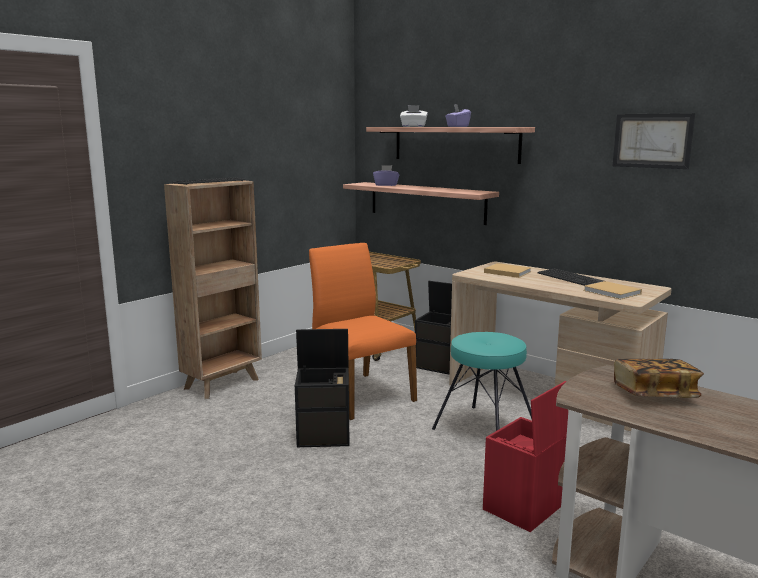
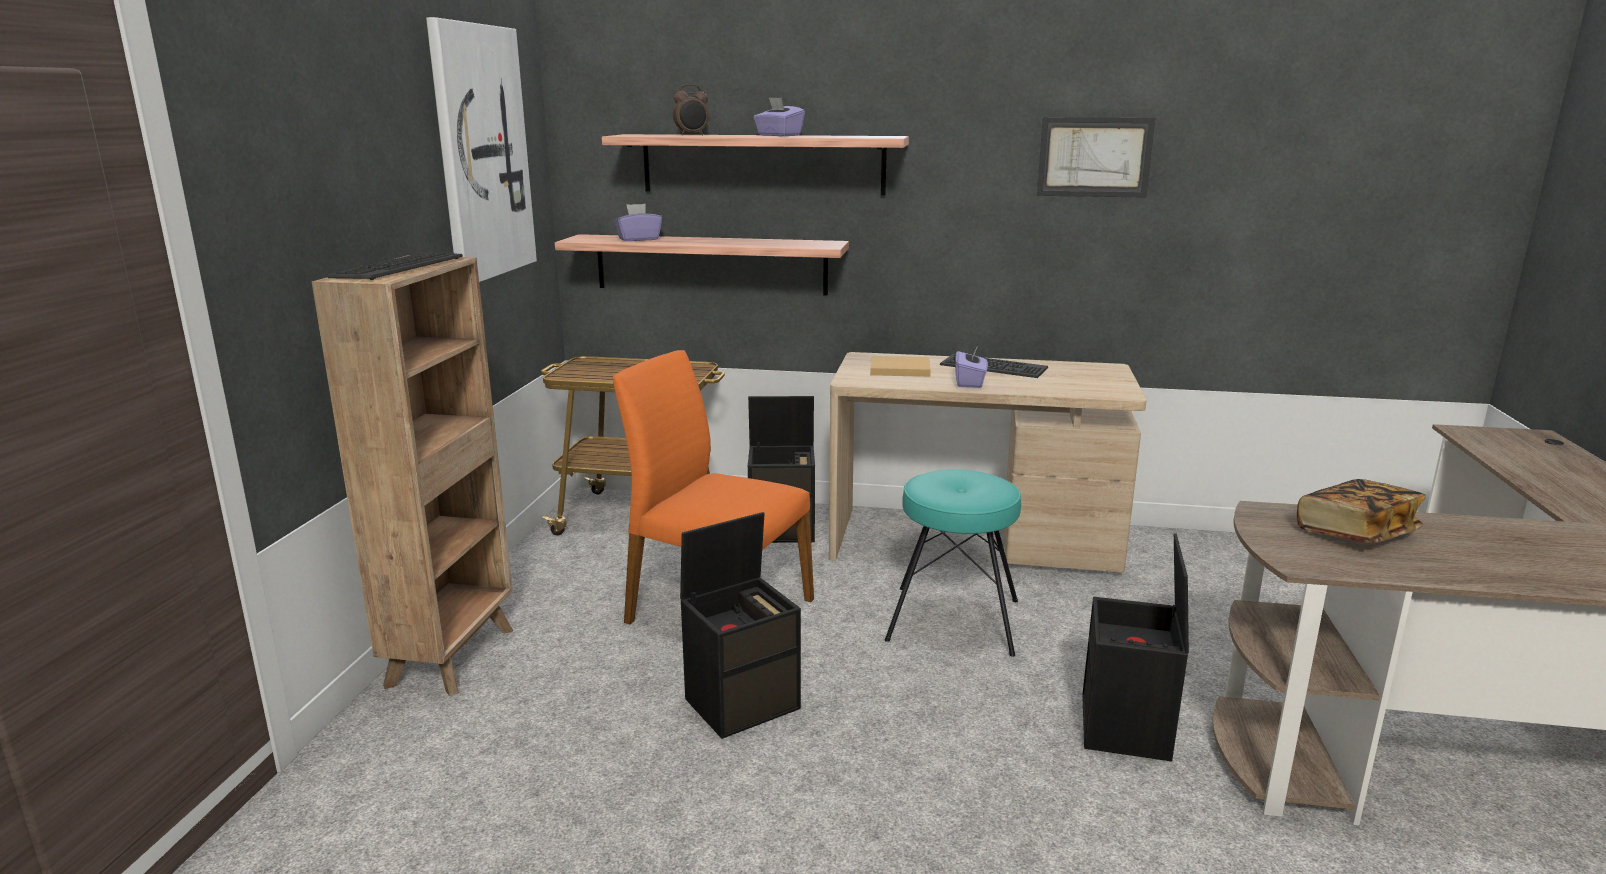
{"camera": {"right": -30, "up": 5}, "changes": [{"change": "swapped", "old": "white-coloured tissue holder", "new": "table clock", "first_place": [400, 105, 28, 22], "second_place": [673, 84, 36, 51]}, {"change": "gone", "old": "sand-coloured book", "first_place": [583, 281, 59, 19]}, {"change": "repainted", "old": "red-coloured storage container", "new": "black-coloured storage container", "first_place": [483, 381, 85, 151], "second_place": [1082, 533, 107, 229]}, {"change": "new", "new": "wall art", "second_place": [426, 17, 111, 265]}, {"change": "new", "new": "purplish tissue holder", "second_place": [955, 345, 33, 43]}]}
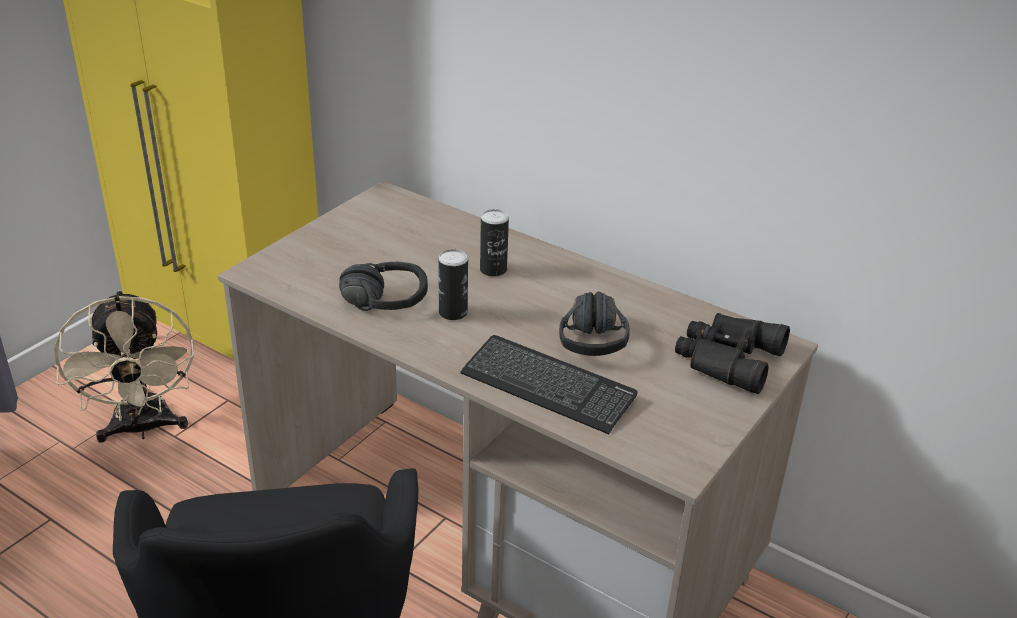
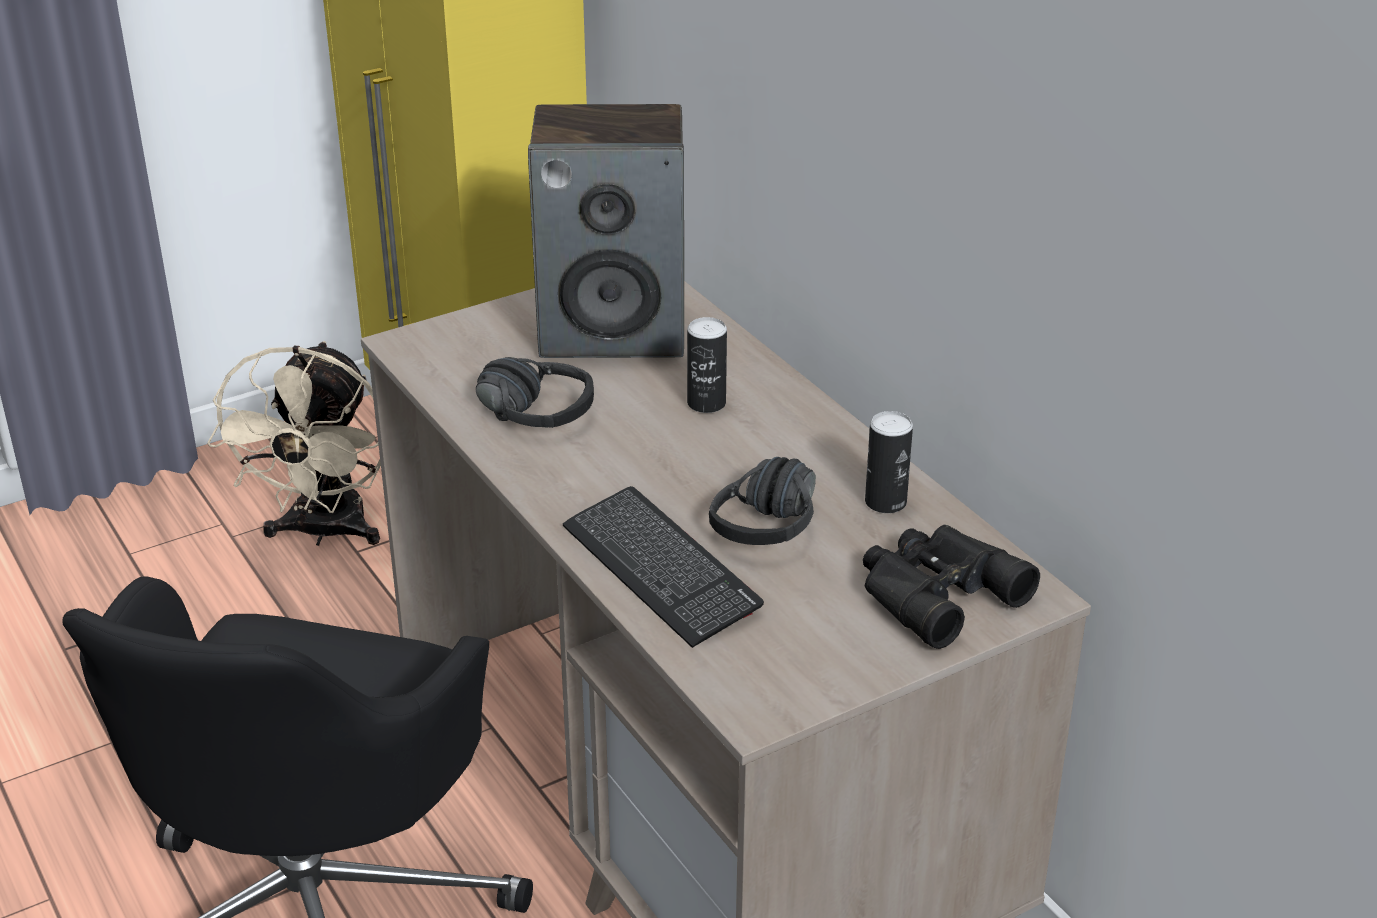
{"camera": {"right": 25, "up": 0}, "changes": [{"change": "shifted", "old": "sealed can", "first_place": [438, 249, 30, 71], "second_place": [865, 411, 48, 102]}, {"change": "new", "new": "loudspeaker", "second_place": [528, 104, 156, 254]}]}
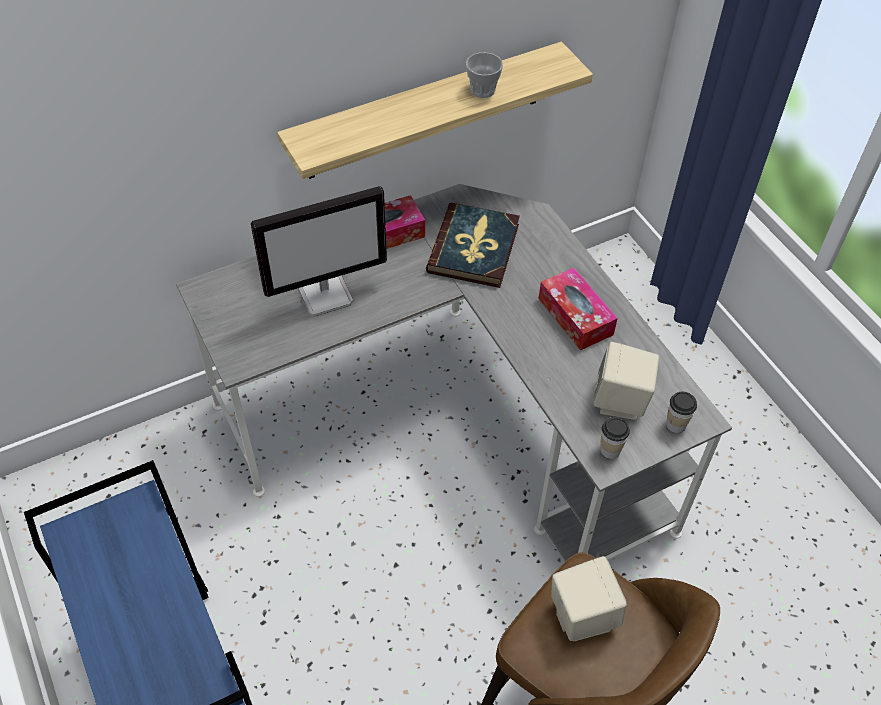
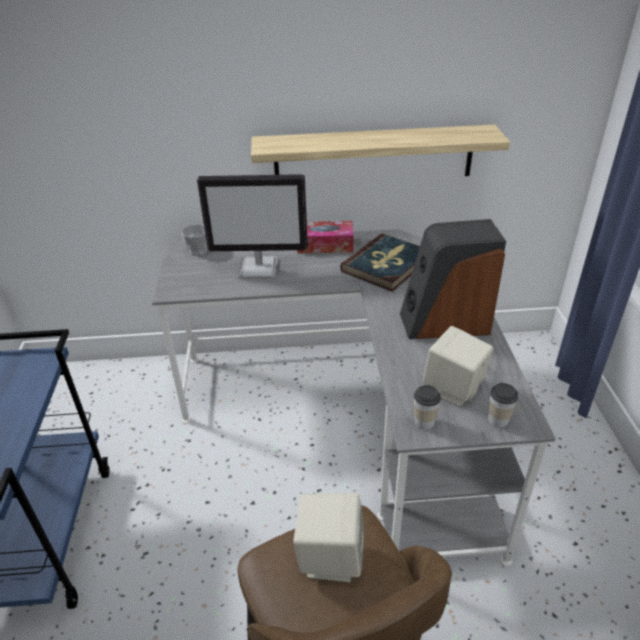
{"camera": {"right": 25, "up": -15}, "changes": [{"change": "shifted", "old": "drinking cup", "first_place": [466, 52, 37, 46], "second_place": [181, 224, 26, 32]}, {"change": "swapped", "old": "tissue holder", "new": "loudspeaker", "first_place": [539, 268, 79, 82], "second_place": [400, 219, 106, 120]}]}
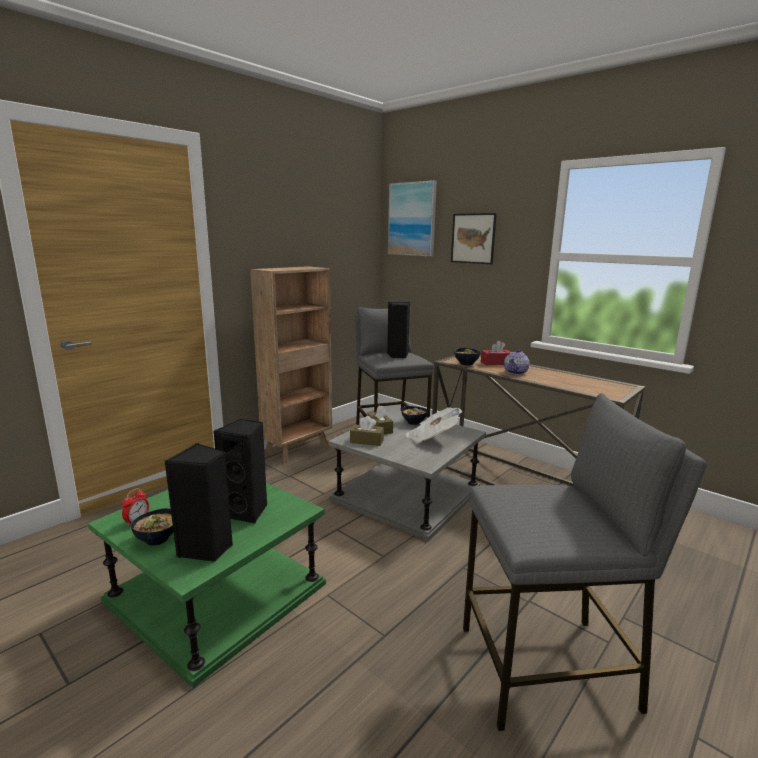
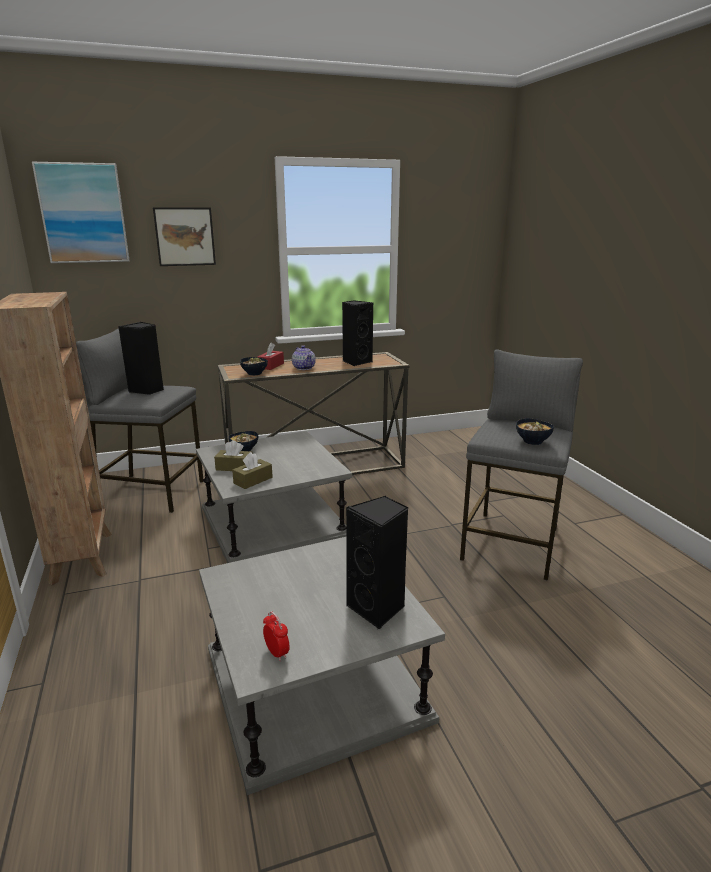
{"camera": {"right": -60, "up": 5}, "changes": [{"change": "gone", "old": "printed paper", "first_place": [406, 407, 56, 36]}, {"change": "shifted", "old": "black-coloured loudspeaker", "first_place": [214, 419, 54, 105], "second_place": [342, 300, 31, 66]}, {"change": "repainted", "old": "green-coloured side table", "new": "gray side table", "first_place": [88, 482, 238, 206], "second_place": [199, 537, 246, 258]}, {"change": "shifted", "old": "bowl", "first_place": [131, 508, 42, 38], "second_place": [516, 418, 38, 27]}]}
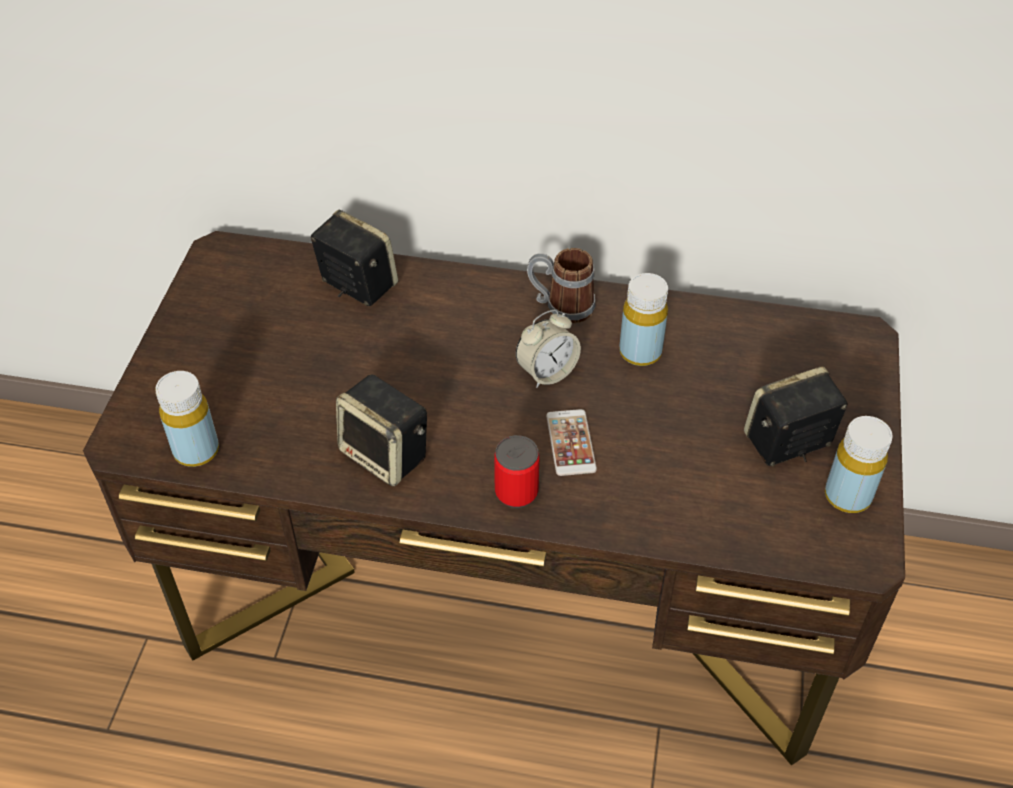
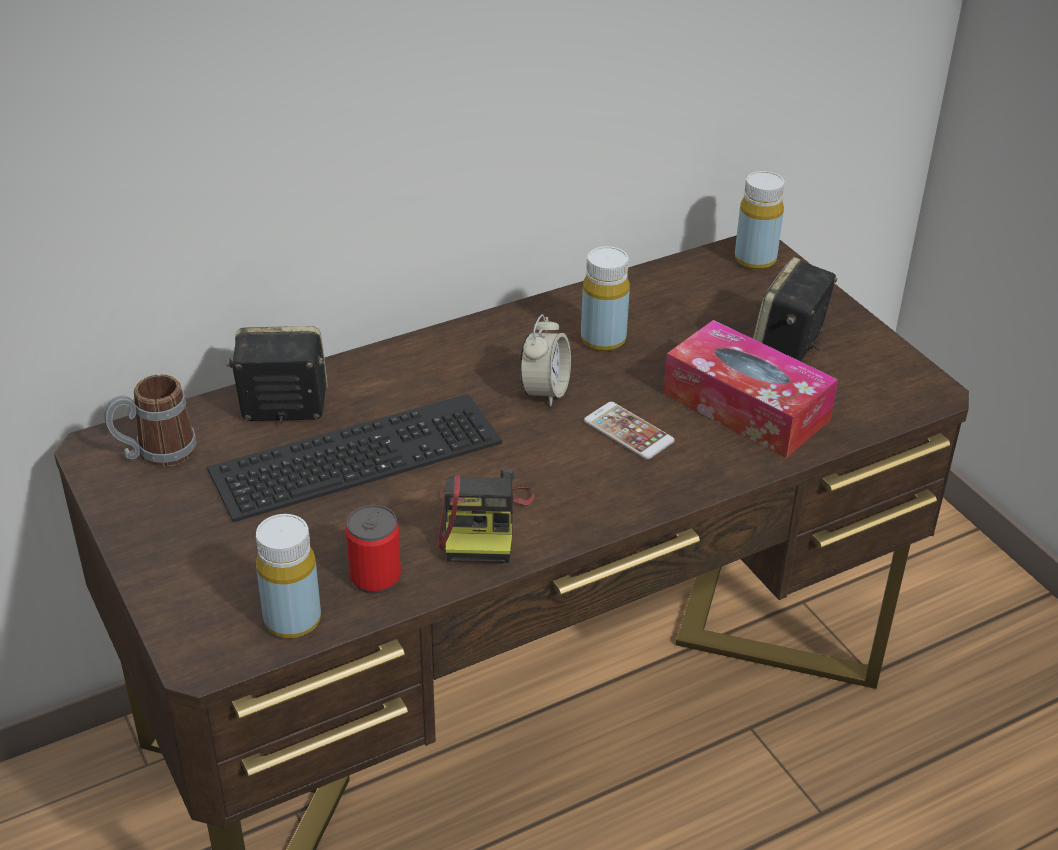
{"camera": {"right": -40, "up": -10}, "changes": [{"change": "shifted", "old": "tea mug", "first_place": [527, 248, 68, 75], "second_place": [104, 374, 93, 93]}, {"change": "swapped", "old": "loudspeaker", "new": "still camera", "first_place": [336, 374, 91, 112], "second_place": [438, 468, 97, 95]}, {"change": "shifted", "old": "yellow-coloured bottle", "first_place": [825, 416, 67, 97], "second_place": [735, 171, 50, 99]}, {"change": "shifted", "old": "sealed can", "first_place": [494, 435, 45, 73], "second_place": [346, 505, 55, 89]}, {"change": "new", "new": "tissue holder", "second_place": [663, 320, 175, 138]}, {"change": "new", "new": "computer keyboard", "second_place": [207, 394, 295, 128]}]}
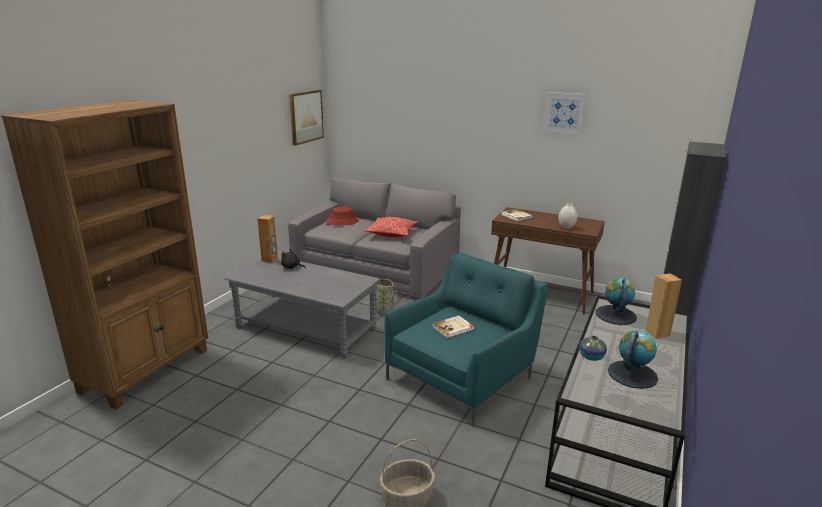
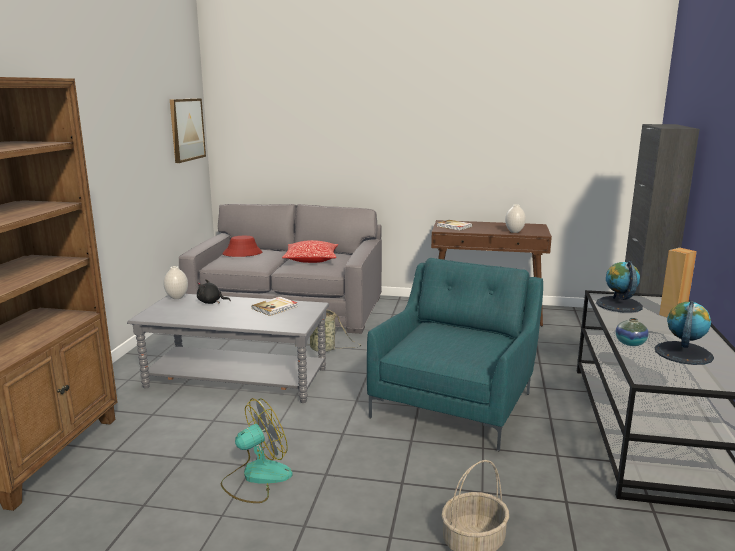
{"camera": {"right": -15, "up": -5}, "changes": [{"change": "gone", "old": "wall art", "first_place": [543, 92, 44, 43]}, {"change": "swapped", "old": "brown loudspeaker", "new": "white-coloured decorative vase", "first_place": [258, 215, 20, 48], "second_place": [163, 266, 25, 33]}, {"change": "shifted", "old": "book", "first_place": [432, 315, 42, 23], "second_place": [252, 297, 46, 19]}, {"change": "new", "new": "fan", "second_place": [221, 398, 72, 105]}]}
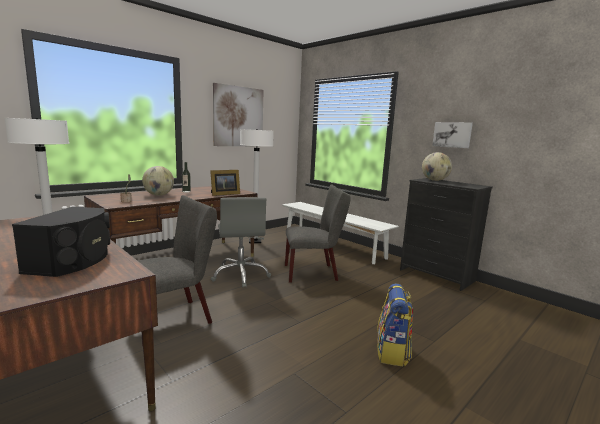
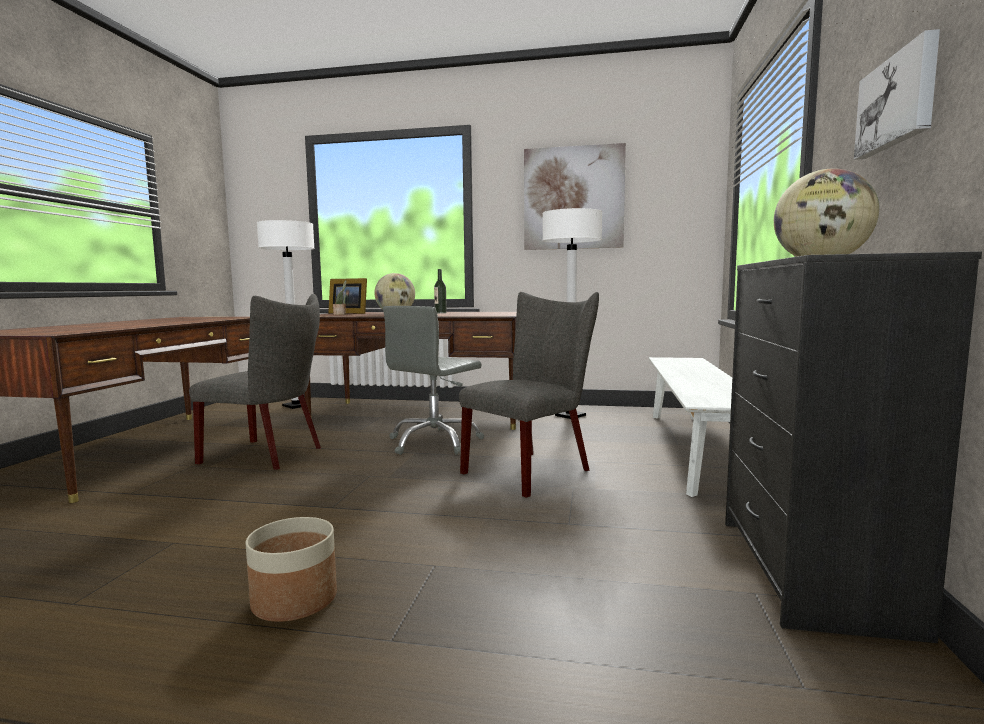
{"camera": {"right": 55, "up": -5}, "changes": [{"change": "shifted", "old": "picture frame", "first_place": [210, 170, 30, 26], "second_place": [328, 278, 39, 36]}, {"change": "rotated", "old": "gray plain chair", "first_place": [285, 184, 65, 99], "second_place": [459, 292, 140, 206], "degrees": -90}, {"change": "gone", "old": "black-coloured loudspeaker", "first_place": [12, 207, 98, 70]}, {"change": "swapped", "old": "rucksack", "new": "planter", "first_place": [377, 284, 36, 82], "second_place": [245, 517, 92, 105]}]}
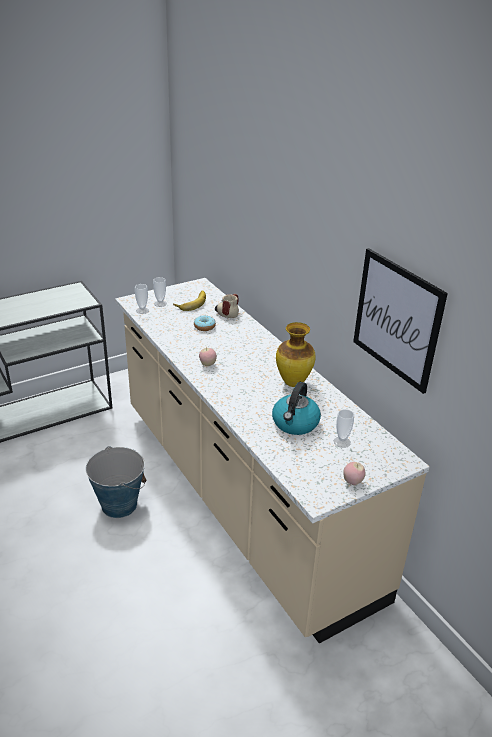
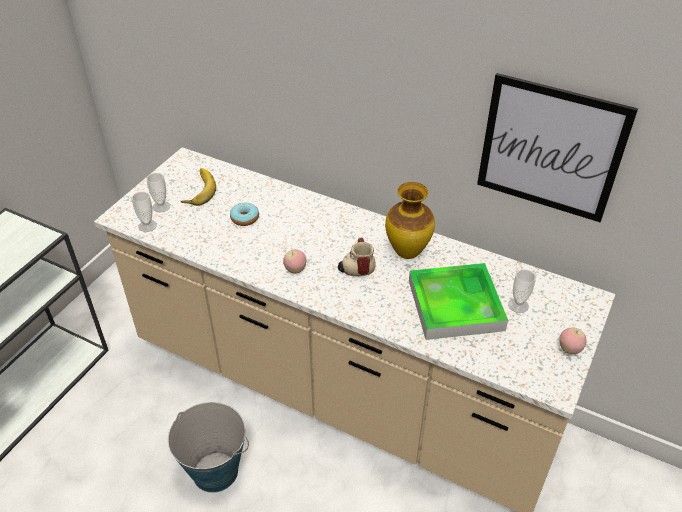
{"camera": {"right": -30, "up": 10}, "changes": [{"change": "shifted", "old": "tea mug", "first_place": [215, 294, 24, 24], "second_place": [338, 238, 38, 38]}, {"change": "swapped", "old": "water kettle", "new": "tray", "first_place": [272, 382, 49, 53], "second_place": [409, 263, 99, 77]}]}
